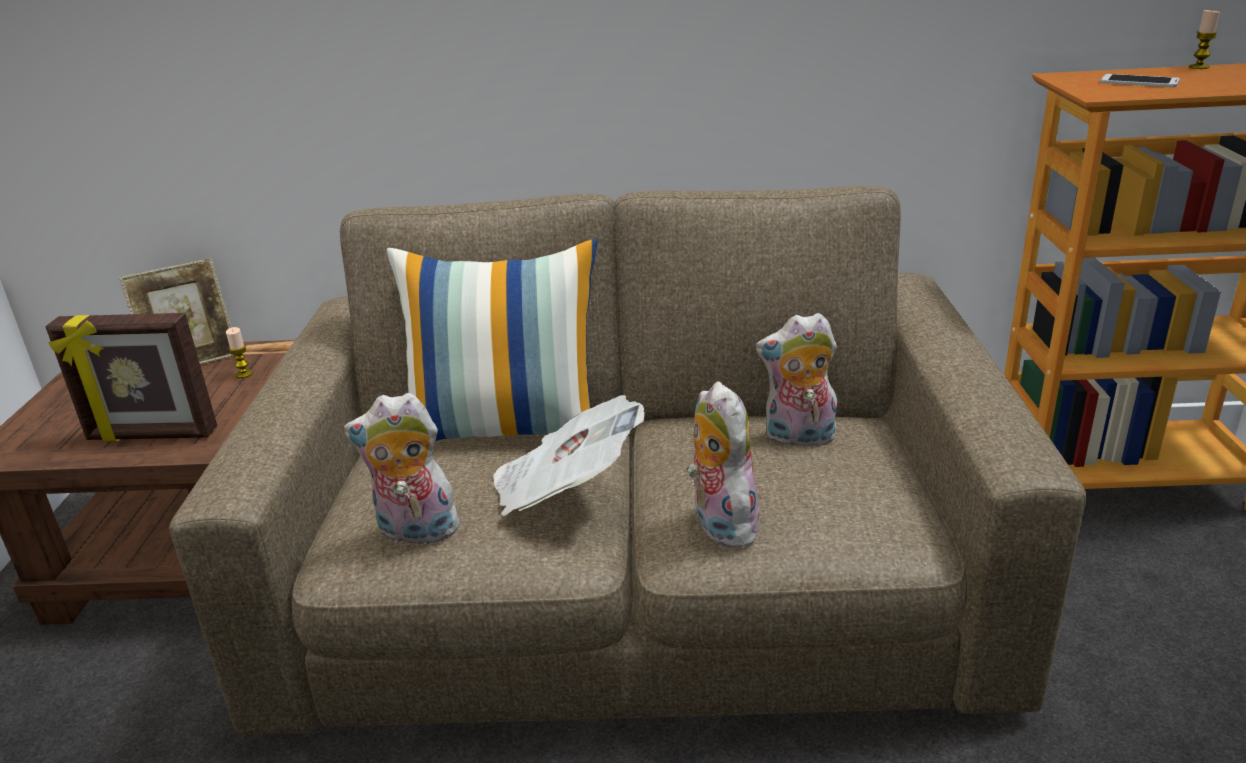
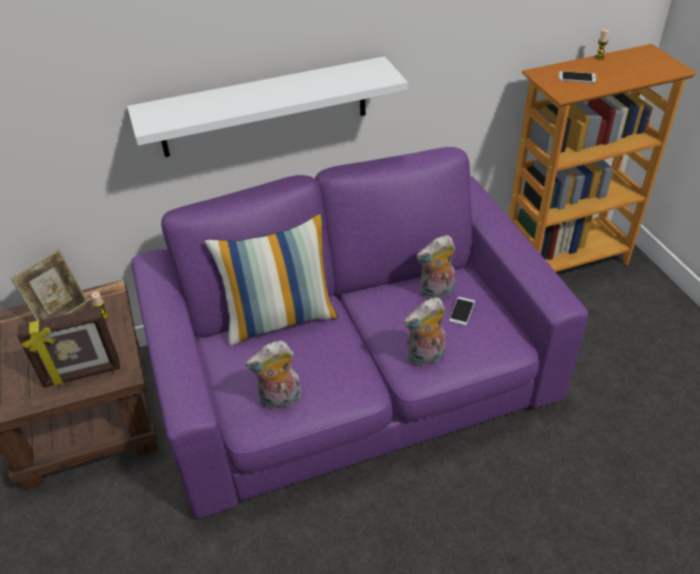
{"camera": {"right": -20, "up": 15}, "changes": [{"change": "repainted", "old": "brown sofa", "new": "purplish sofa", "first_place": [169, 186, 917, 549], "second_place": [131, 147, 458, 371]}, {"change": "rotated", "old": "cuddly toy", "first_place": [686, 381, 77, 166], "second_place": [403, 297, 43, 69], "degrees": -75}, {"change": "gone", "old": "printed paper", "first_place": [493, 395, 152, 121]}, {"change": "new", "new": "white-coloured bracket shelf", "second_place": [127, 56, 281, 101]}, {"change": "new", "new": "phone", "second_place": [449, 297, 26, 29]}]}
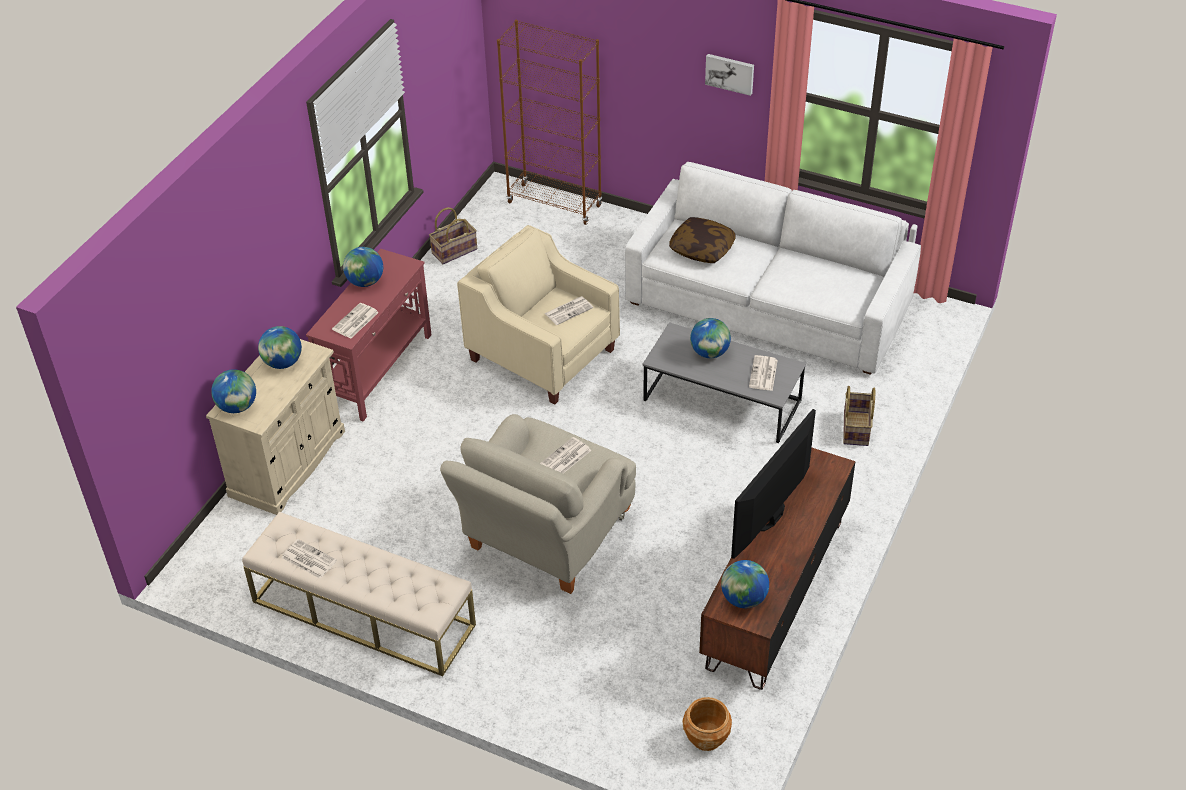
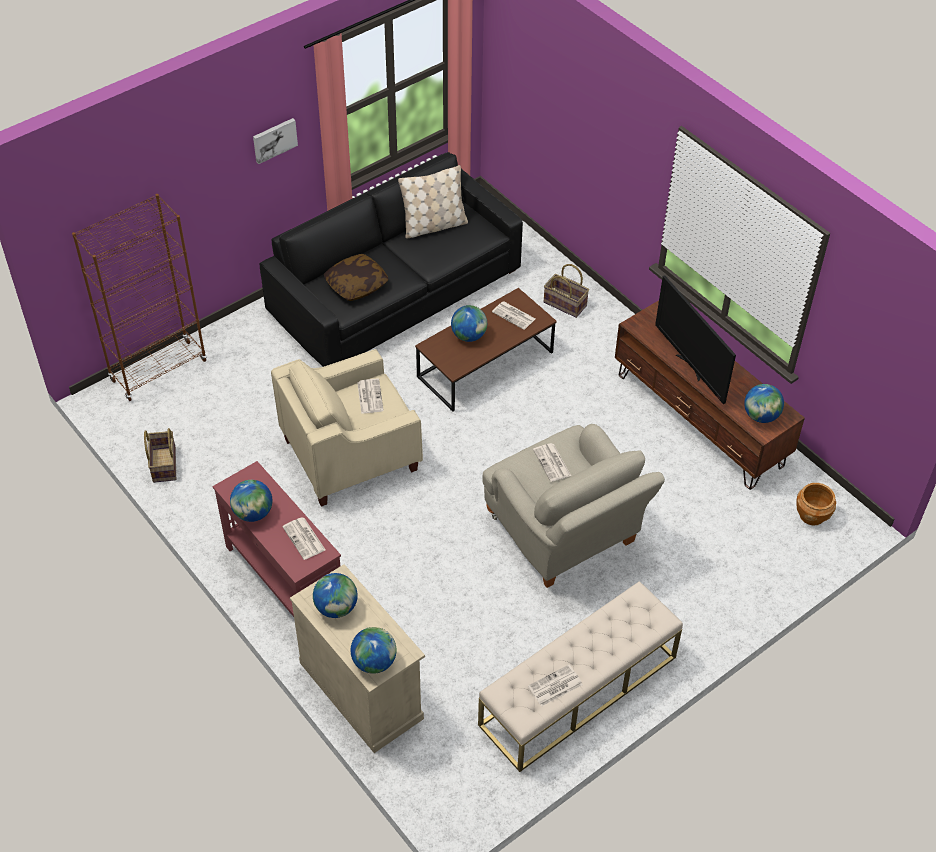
{"camera": {"right": -65, "up": 5}, "changes": [{"change": "repainted", "old": "white-coloured sofa", "new": "black-coloured sofa", "first_place": [625, 162, 296, 213], "second_place": [259, 152, 264, 215]}, {"change": "repainted", "old": "gray coffee table", "new": "brown coffee table", "first_place": [643, 322, 163, 121], "second_place": [415, 288, 142, 123]}, {"change": "new", "new": "sand-coloured throw pillow", "second_place": [398, 165, 70, 73]}]}
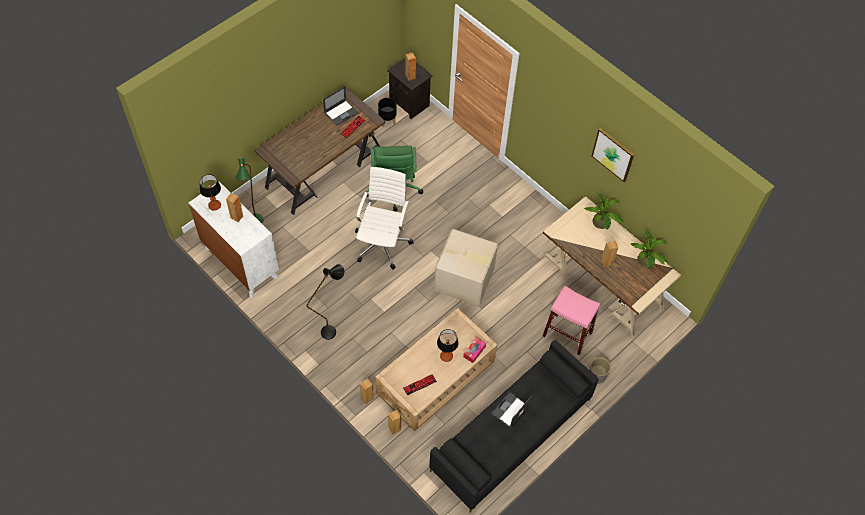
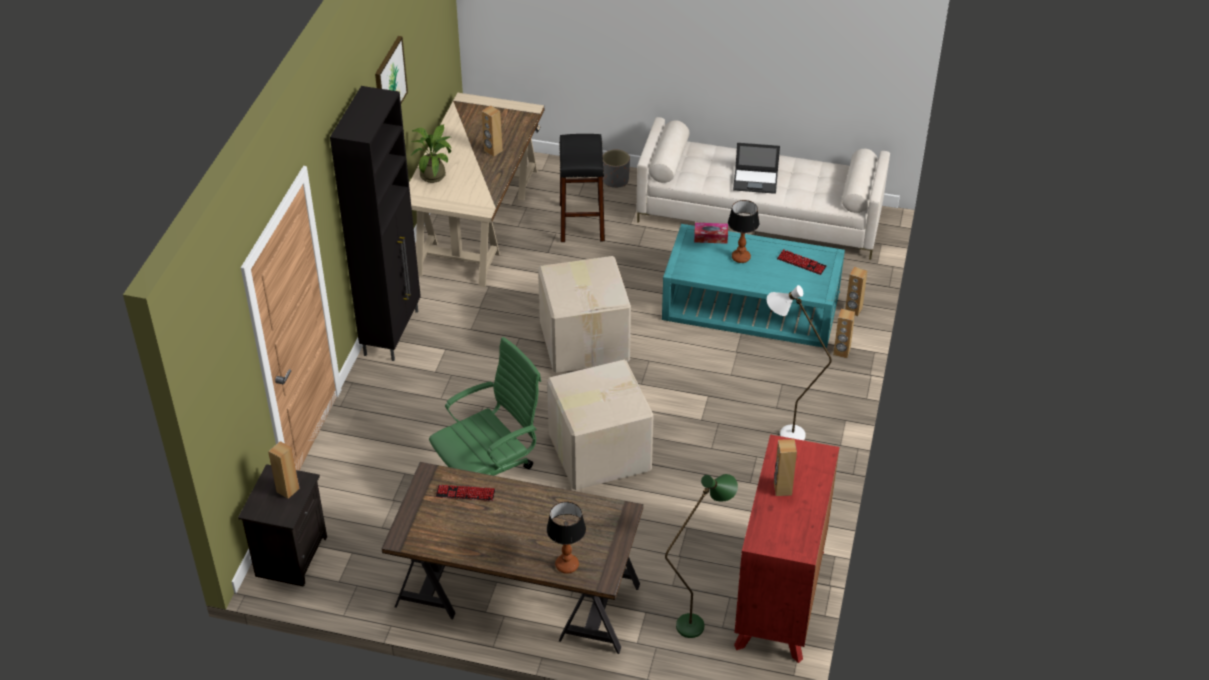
{"camera": {"right": -120, "up": -15}, "changes": [{"change": "gone", "old": "laptop", "first_place": [323, 86, 36, 40]}, {"change": "gone", "old": "black-coloured planter", "first_place": [378, 98, 19, 29]}, {"change": "swapped", "old": "white-coloured desk chair", "new": "cardboard box", "first_place": [355, 167, 59, 102], "second_place": [547, 360, 107, 130]}, {"change": "shifted", "old": "tabletop lamp", "first_place": [200, 174, 21, 37], "second_place": [547, 502, 39, 72]}, {"change": "repainted", "old": "white-coloured chest of drawers", "new": "red-coloured chest of drawers", "first_place": [188, 182, 91, 116], "second_place": [734, 434, 106, 229]}, {"change": "gone", "old": "plant in a pot", "first_place": [631, 228, 37, 41]}, {"change": "repainted", "old": "black-coloured standing lamp", "new": "white-coloured standing lamp", "first_place": [307, 264, 38, 76], "second_place": [767, 285, 65, 155]}, {"change": "repainted", "old": "pink-coloured sitting stool", "new": "black-coloured sitting stool", "first_place": [543, 286, 58, 69], "second_place": [559, 134, 46, 108]}, {"change": "repainted", "old": "sand-coloured coffee table", "new": "turquoise-coloured coffee table", "first_place": [375, 308, 122, 124], "second_place": [662, 224, 183, 124]}, {"change": "repainted", "old": "black-coloured sofa", "new": "sand-coloured sofa", "first_place": [429, 340, 170, 173], "second_place": [637, 117, 253, 143]}, {"change": "new", "new": "black-coloured storage cabinet", "second_place": [330, 86, 91, 275]}]}
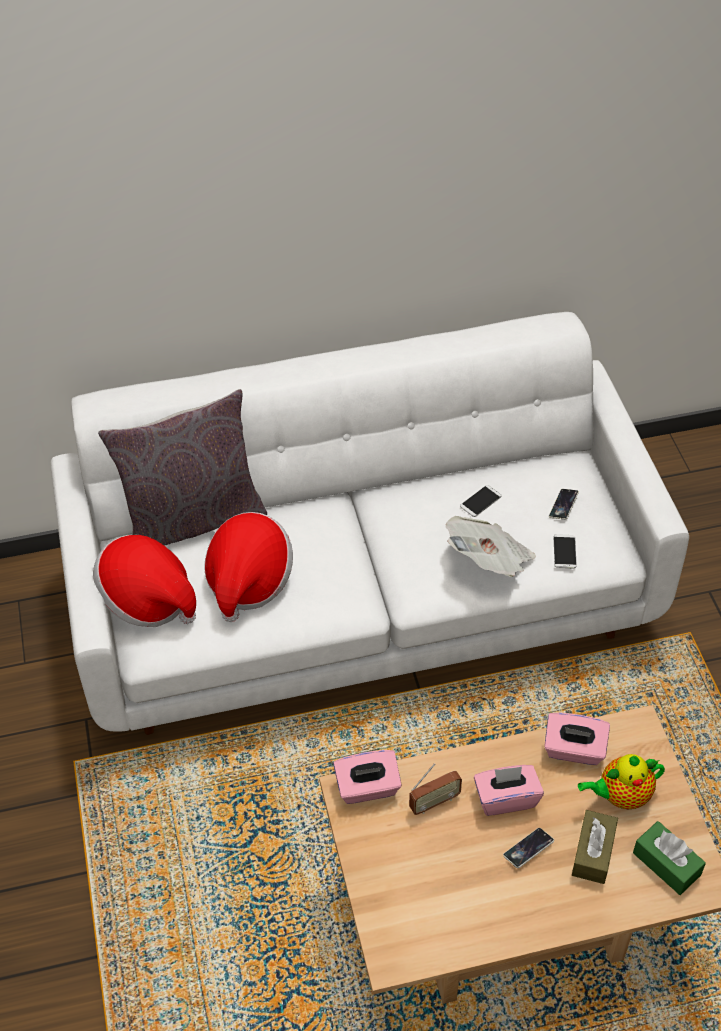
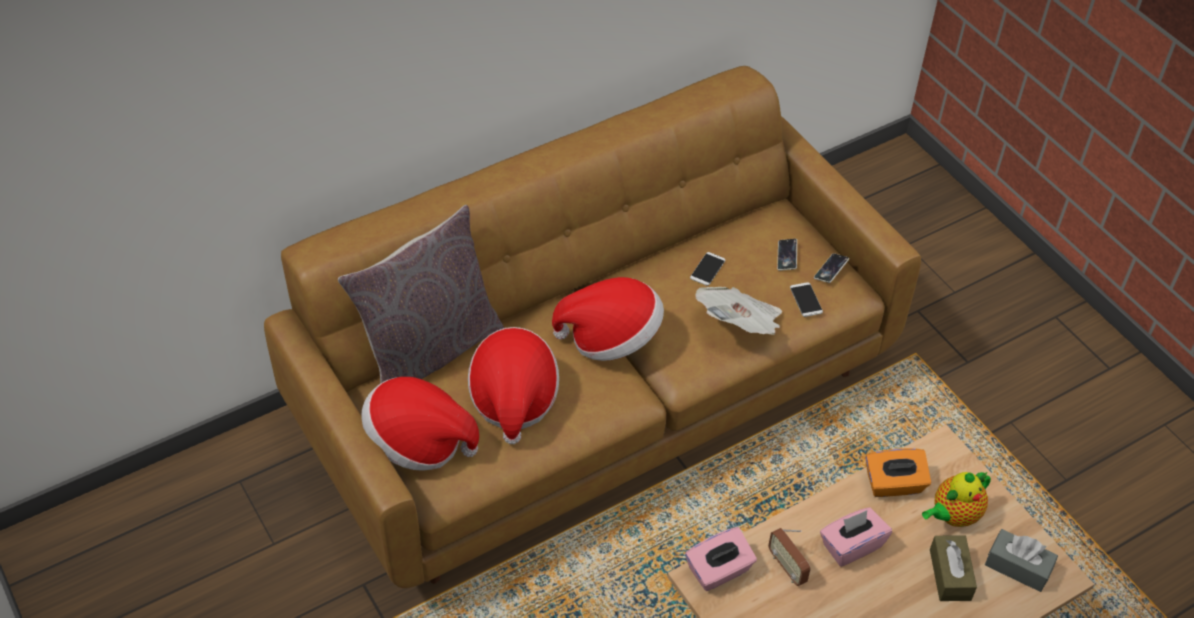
{"camera": {"right": -20, "up": 0}, "changes": [{"change": "repainted", "old": "white-coloured sofa", "new": "brown sofa", "first_place": [51, 312, 638, 423], "second_place": [264, 66, 657, 522]}, {"change": "repainted", "old": "pink-coloured tissue holder", "new": "orange tissue holder", "first_place": [544, 713, 66, 52], "second_place": [865, 448, 66, 49]}, {"change": "rotated", "old": "radio receiver", "first_place": [409, 763, 53, 52], "second_place": [768, 528, 43, 58], "degrees": 105}, {"change": "repainted", "old": "green-coloured tissue holder", "new": "gray tissue holder", "first_place": [633, 821, 73, 74], "second_place": [985, 529, 73, 63]}, {"change": "shifted", "old": "phone", "first_place": [503, 828, 51, 40], "second_place": [814, 253, 35, 30]}, {"change": "new", "new": "clothing hat", "second_place": [552, 277, 112, 84]}]}
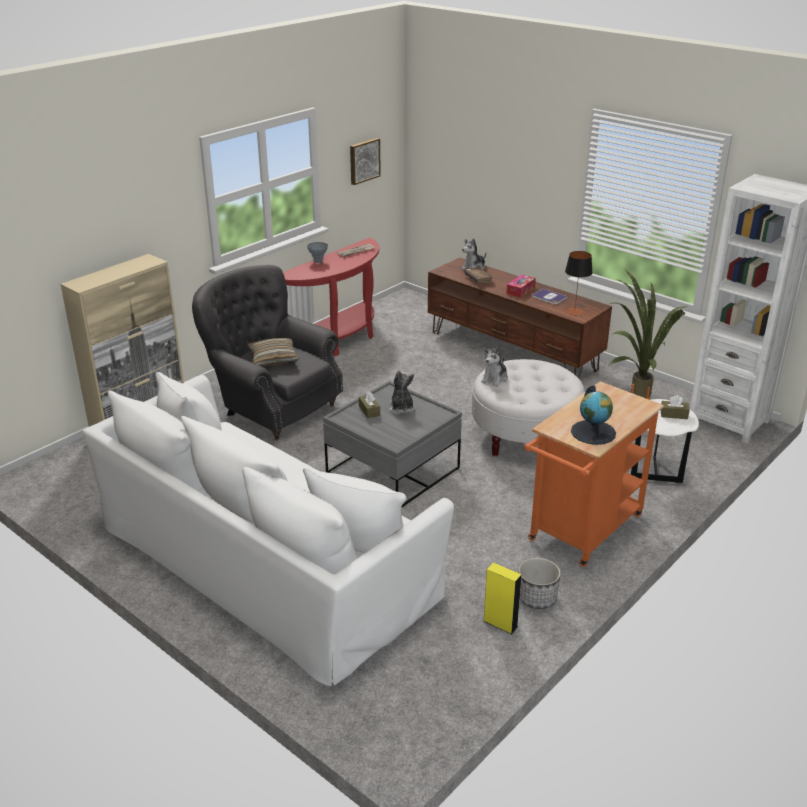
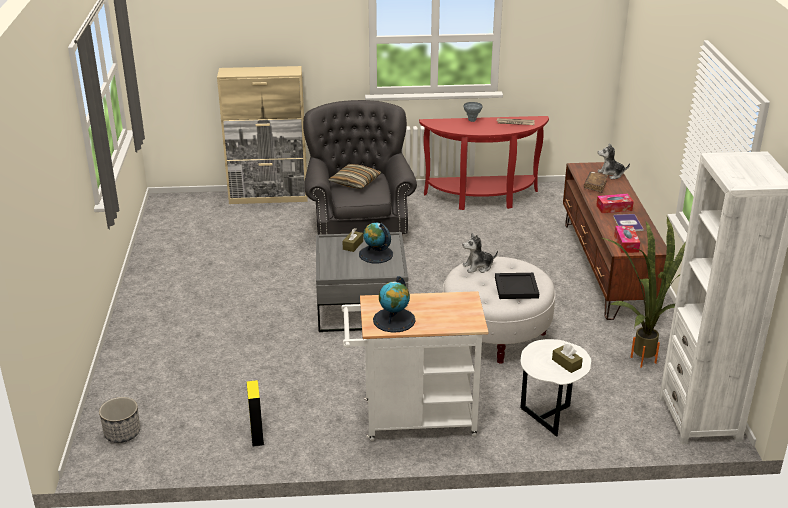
{"camera": {"right": 45, "up": 0}, "changes": [{"change": "gone", "old": "wall art", "first_place": [350, 138, 31, 47]}, {"change": "swapped", "old": "tabletop lamp", "new": "tissue holder", "first_place": [565, 251, 28, 65], "second_place": [614, 226, 26, 27]}, {"change": "swapped", "old": "cuddly toy", "new": "world globe", "first_place": [389, 370, 26, 44], "second_place": [359, 223, 34, 40]}, {"change": "gone", "old": "white-coloured sofa", "first_place": [83, 372, 371, 314]}, {"change": "repainted", "old": "orange wheeled cart", "new": "white-coloured wheeled cart", "first_place": [524, 381, 140, 186], "second_place": [341, 291, 147, 150]}, {"change": "shifted", "old": "planter", "first_place": [519, 558, 42, 51], "second_place": [99, 397, 41, 46]}, {"change": "new", "new": "black-coloured tray", "second_place": [495, 273, 44, 26]}]}
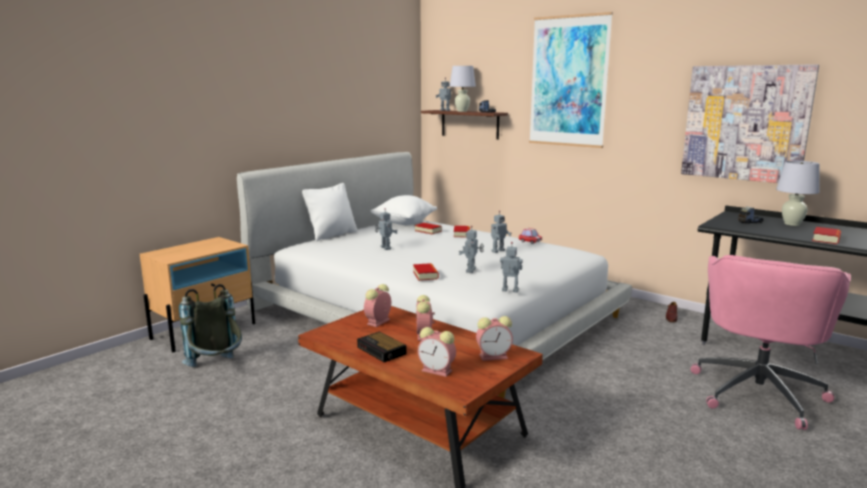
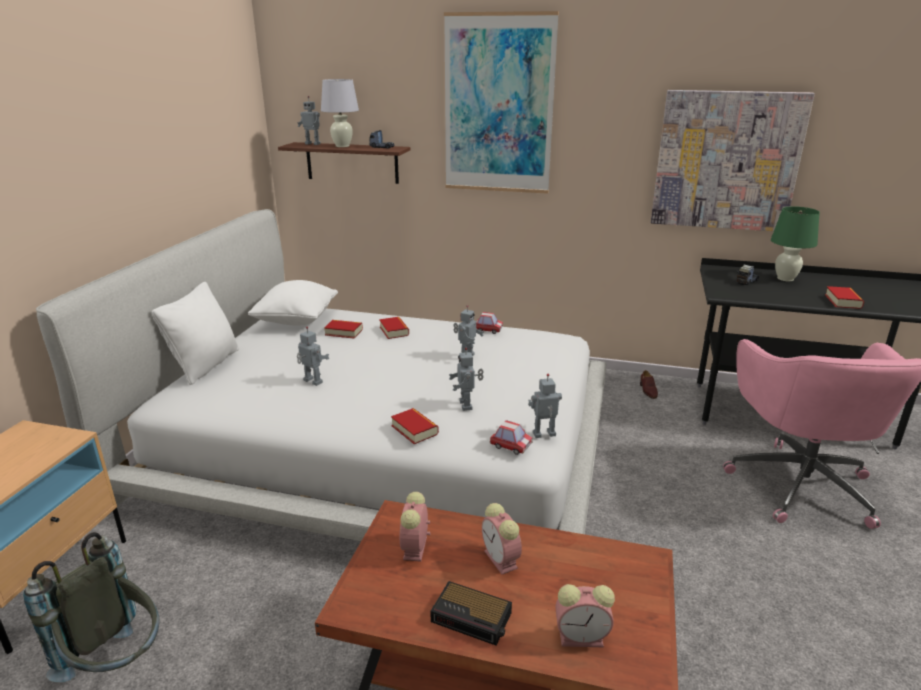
{"camera": {"right": -25, "up": 10}, "changes": [{"change": "repainted", "old": "white-coloured tabletop lamp", "new": "green-coloured tabletop lamp", "first_place": [776, 161, 44, 65], "second_place": [771, 206, 49, 75]}, {"change": "gone", "old": "table clock", "first_place": [476, 316, 37, 45]}, {"change": "new", "new": "toy car", "second_place": [490, 420, 42, 35]}]}
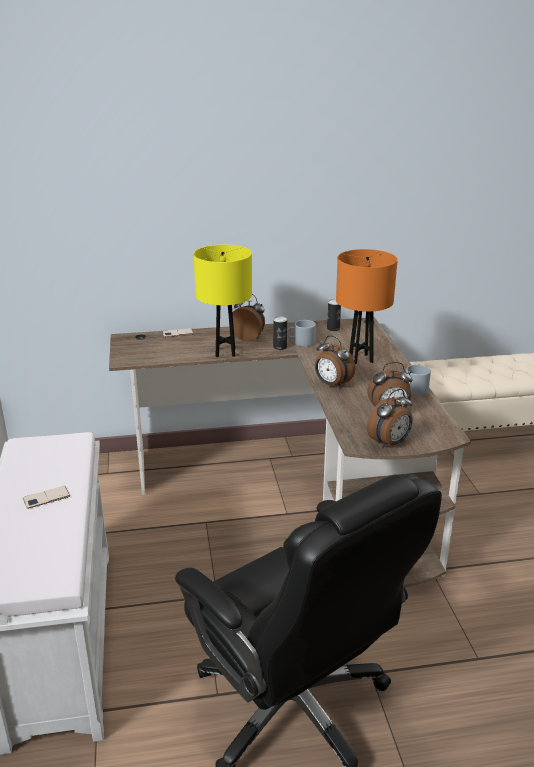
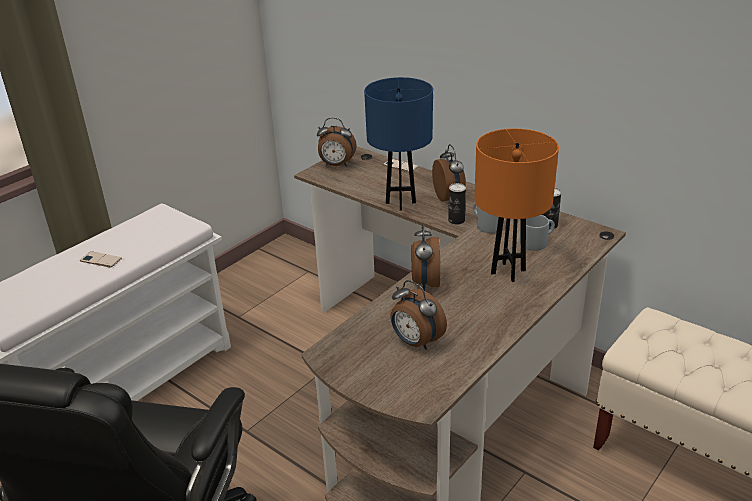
{"camera": {"right": 50, "up": 5}, "changes": [{"change": "repainted", "old": "yellow-coloured tabletop lamp", "new": "blue-coloured tabletop lamp", "first_place": [193, 245, 59, 112], "second_place": [364, 77, 69, 134]}, {"change": "shifted", "old": "gray tea mug", "first_place": [406, 364, 25, 32], "second_place": [519, 215, 36, 36]}, {"change": "shifted", "old": "table clock", "first_place": [367, 389, 46, 59], "second_place": [317, 118, 40, 49]}]}
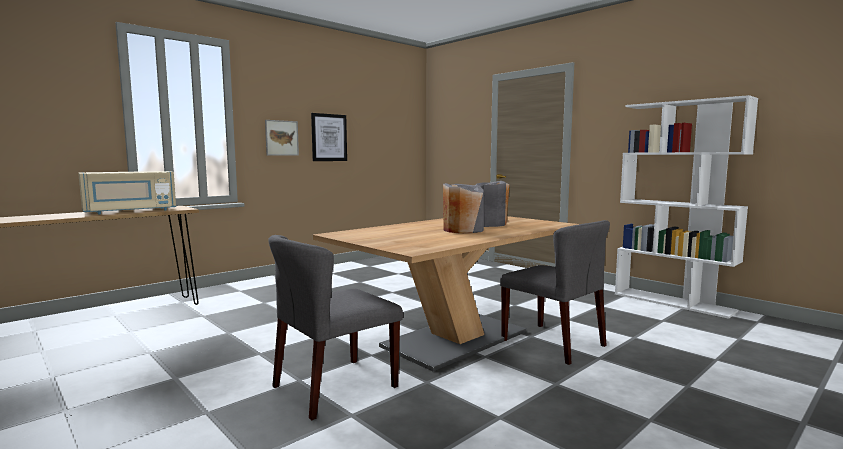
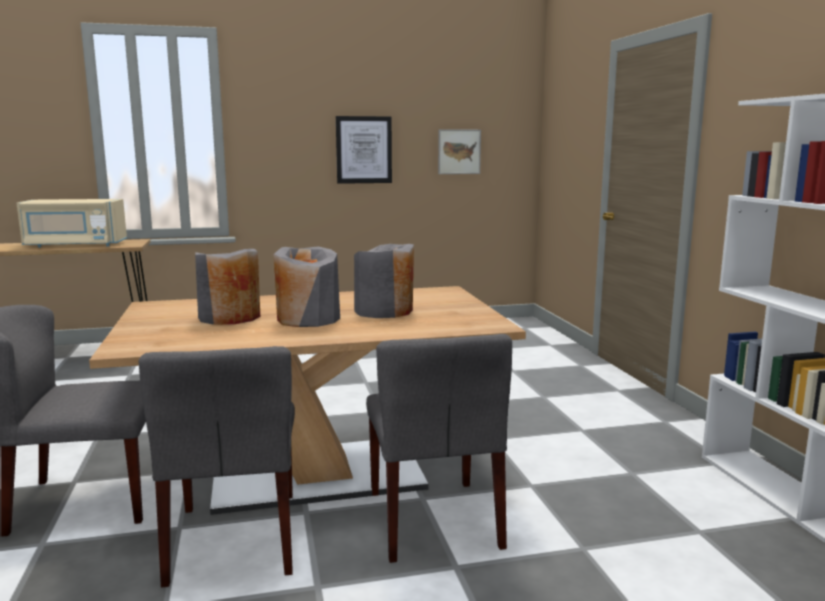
{"camera": {"right": 30, "up": 5}, "changes": [{"change": "shifted", "old": "wall art", "first_place": [265, 120, 34, 36], "second_place": [438, 129, 43, 45]}, {"change": "new", "new": "gray decorative vase", "second_place": [195, 249, 65, 76]}, {"change": "new", "new": "gray plain chair", "second_place": [139, 346, 156, 241]}]}
